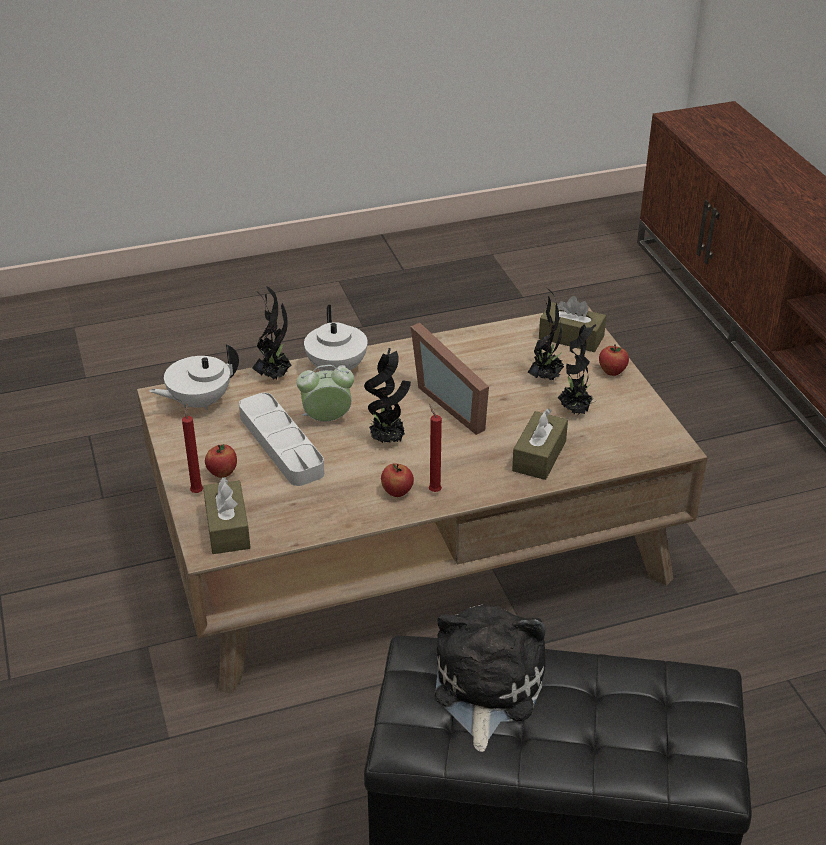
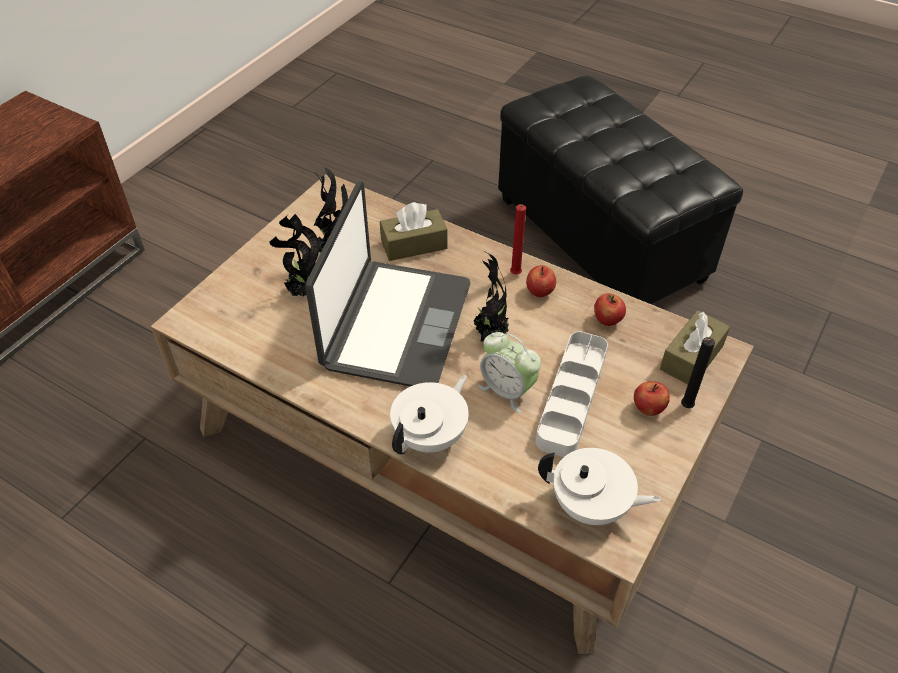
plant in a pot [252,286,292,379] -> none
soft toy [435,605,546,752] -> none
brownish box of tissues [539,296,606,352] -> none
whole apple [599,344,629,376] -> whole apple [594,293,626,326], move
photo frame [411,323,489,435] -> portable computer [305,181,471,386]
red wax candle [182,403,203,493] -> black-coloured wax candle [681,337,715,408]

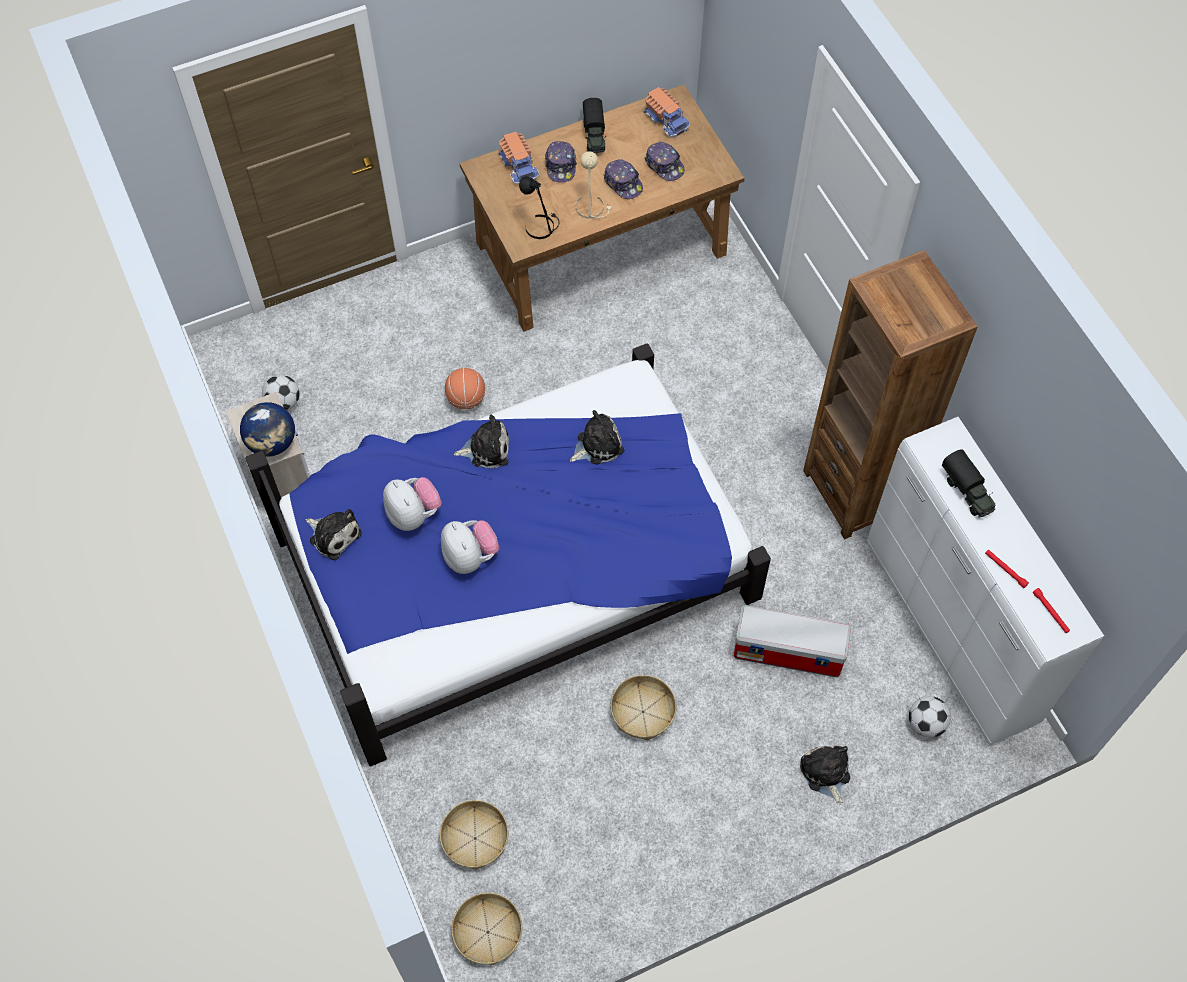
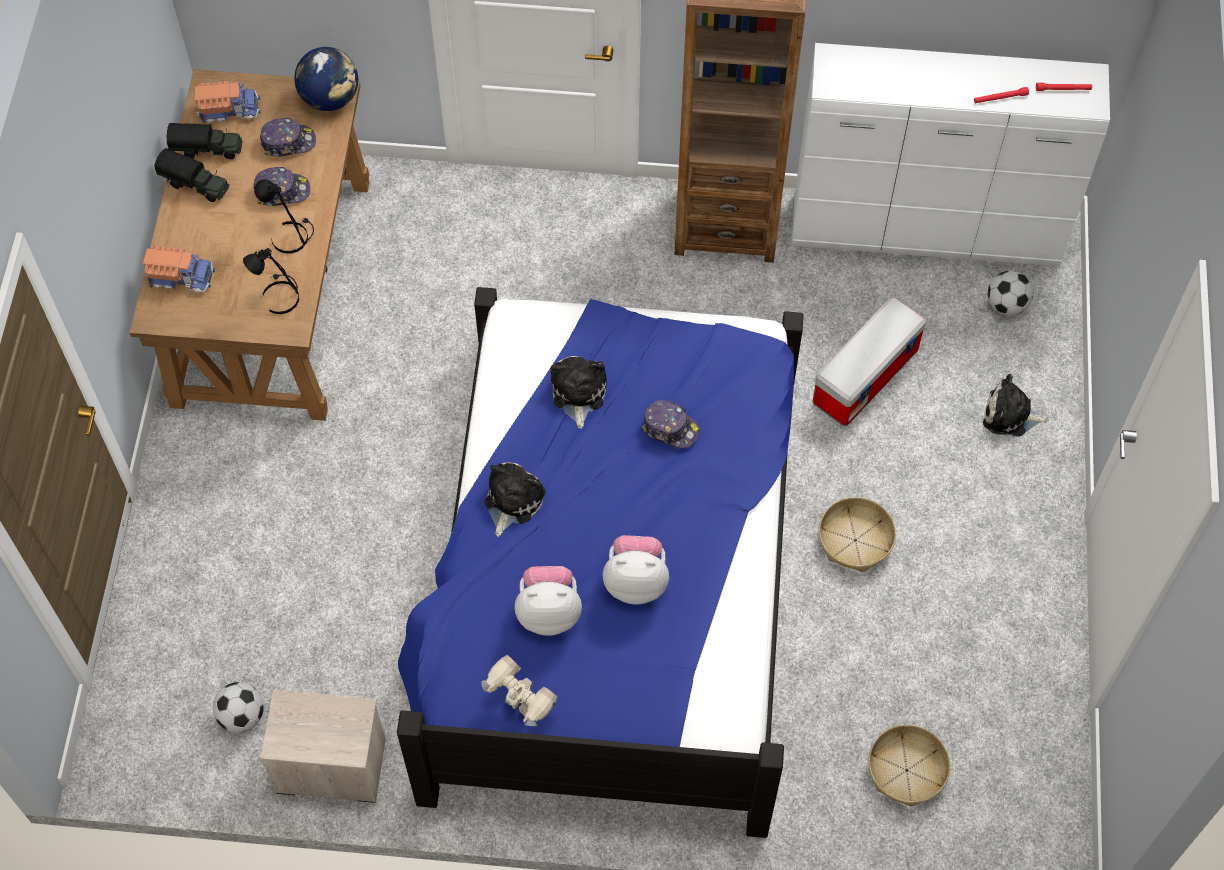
ball for basketball [445,368,485,409] -> none
storage basket [451,893,522,965] -> none
desk globe [240,402,295,457] -> desk globe [294,47,358,111], move
cap [545,141,577,182] -> cap [641,400,700,448], move
toy truck [942,449,996,517] -> toy truck [167,123,243,159], move
soft toy [306,509,362,560] -> robot figure [481,655,558,726]
beige table lamp [576,151,611,219] -> black-coloured table lamp [254,179,314,254]

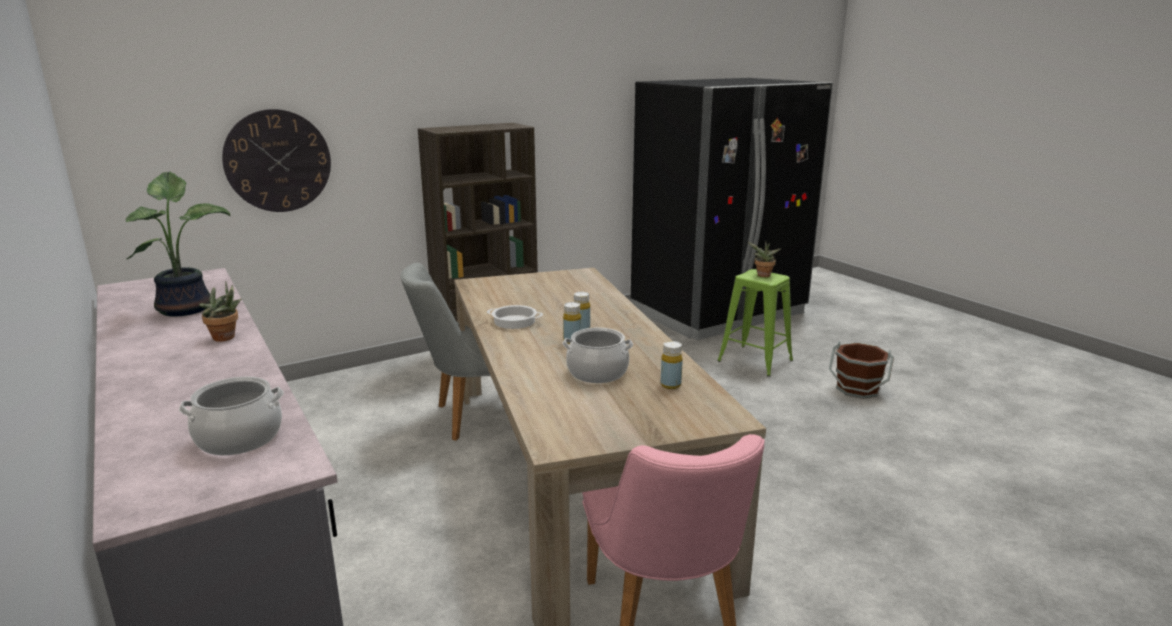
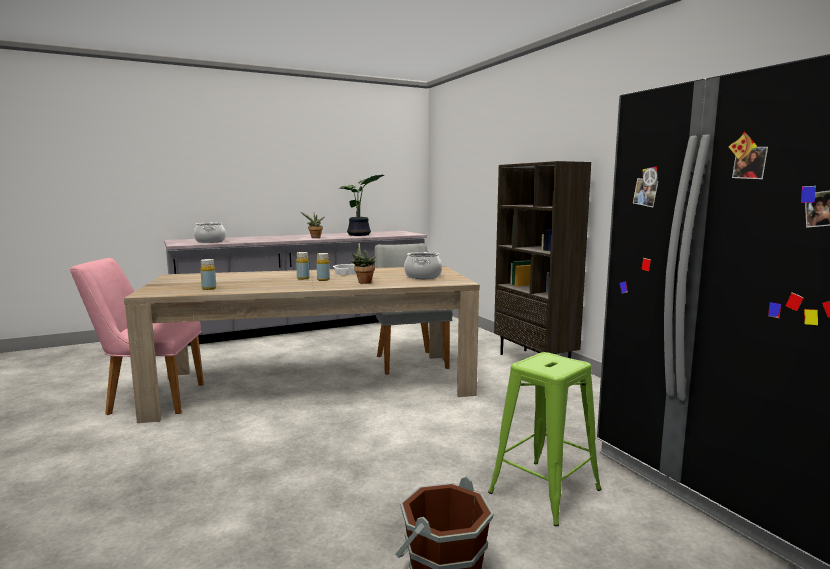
clock on the wall [222,109,331,212] -> none
saucepot [562,328,633,383] -> saucepot [404,252,442,279], move
plant in a pot [748,241,781,277] -> plant in a pot [350,243,375,284], move

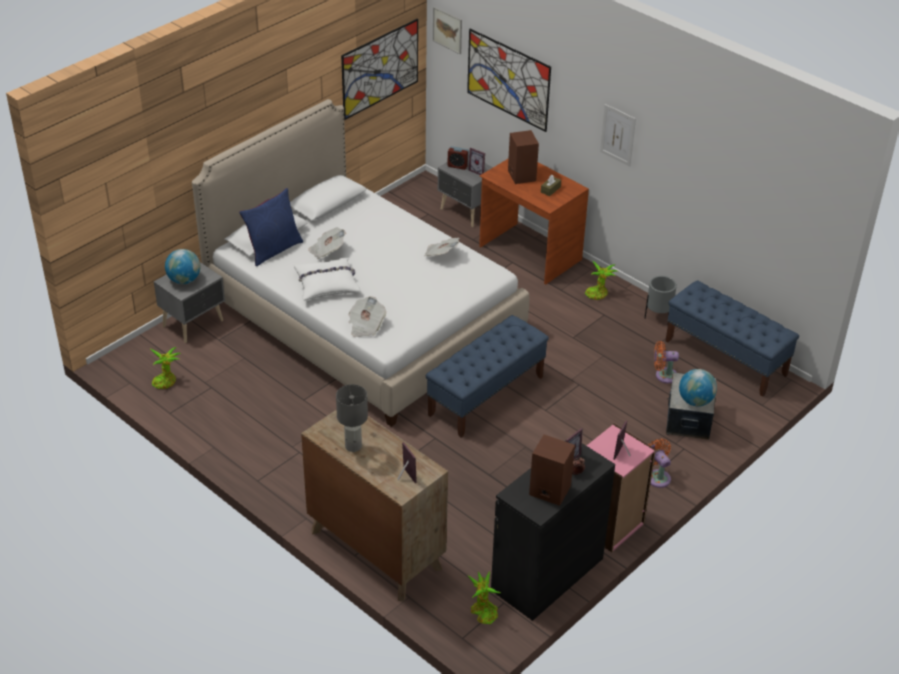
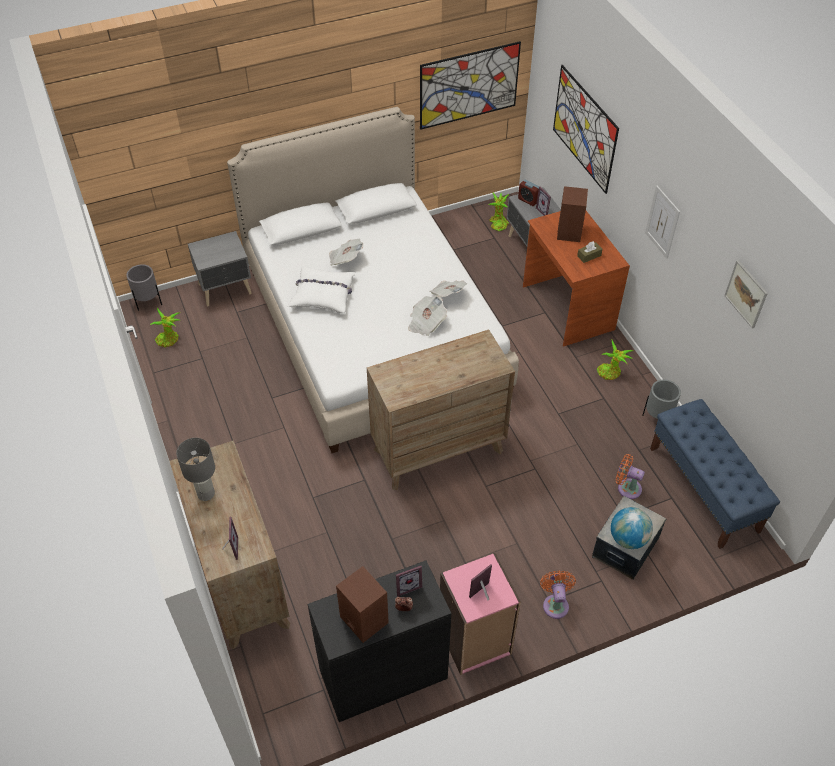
desk globe [165,249,201,284] -> none
blue throw pillow [239,188,303,266] -> none
none -> grey plant pot [126,264,162,311]
newspaper [349,296,386,337] -> newspaper [408,296,447,336], move
wall picture [433,7,462,54] -> wall picture [724,260,768,329], move
plant in a pot [468,571,500,624] -> plant in a pot [488,192,509,231], move
blue long seat [426,315,549,438] -> brownish chest of drawers [367,329,515,490]

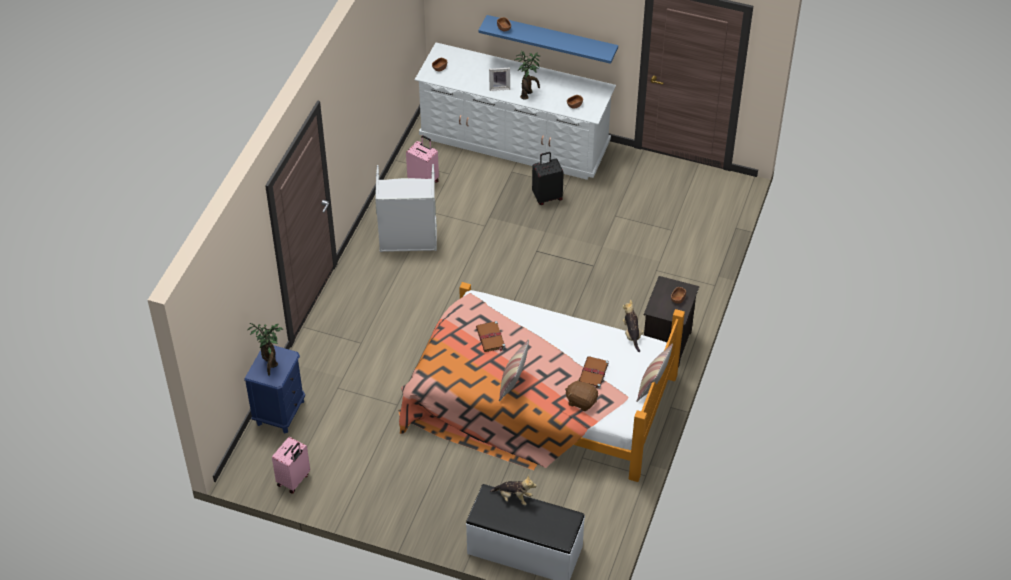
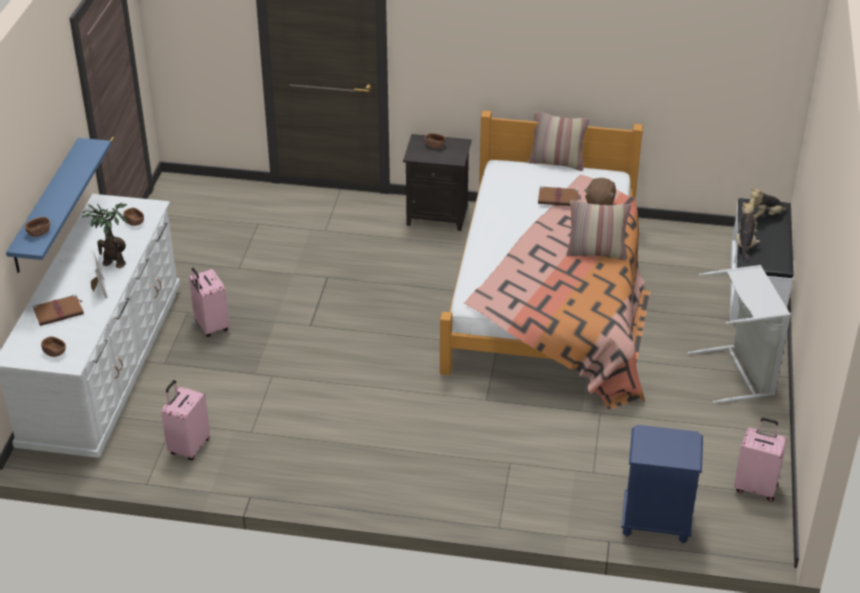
plant in a pot [248,323,283,376] -> none
grey hamper [375,164,437,252] -> grey hamper [688,265,791,403], move
brownish bound book [476,321,506,352] -> brownish bound book [33,294,84,326], move
soft toy [623,300,644,352] -> soft toy [749,188,788,218], move
black-coloured piece of luggage [532,152,564,205] -> pink-coloured piece of luggage [189,268,230,337]

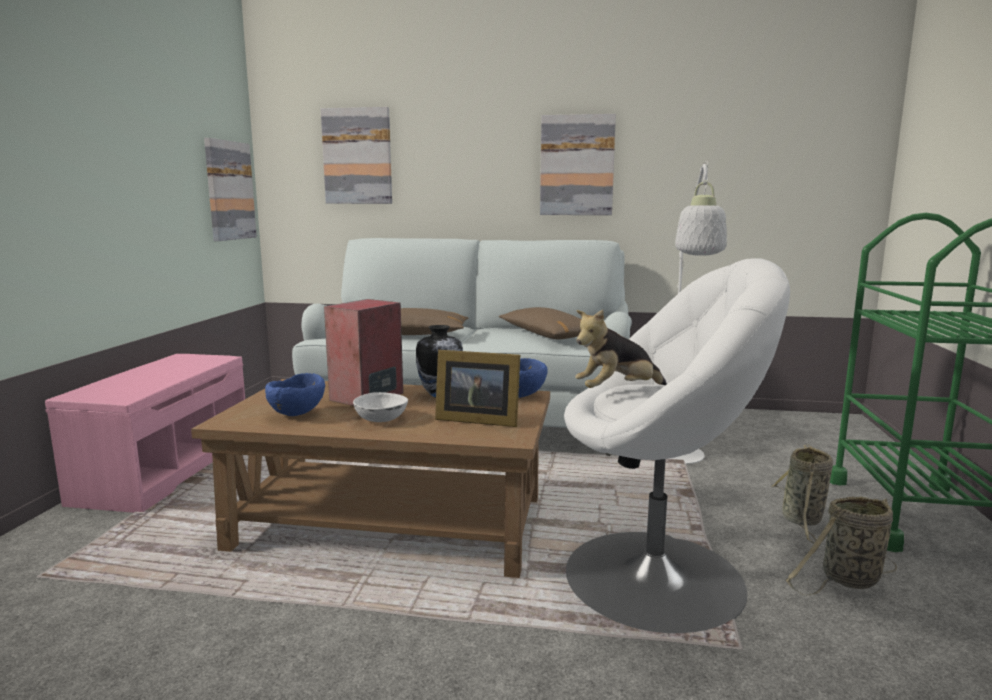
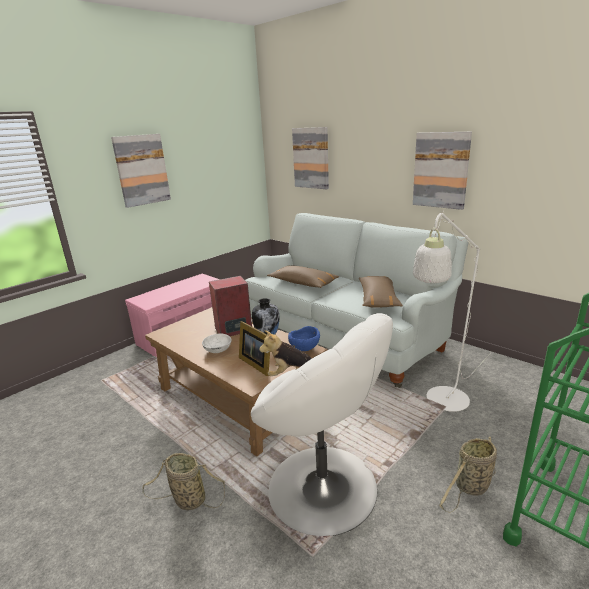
blue deep dish [265,373,325,416] -> none
wall picture [204,138,257,241] -> wall picture [111,134,171,208], move
storage basket [786,496,897,596] -> storage basket [143,453,225,510], move

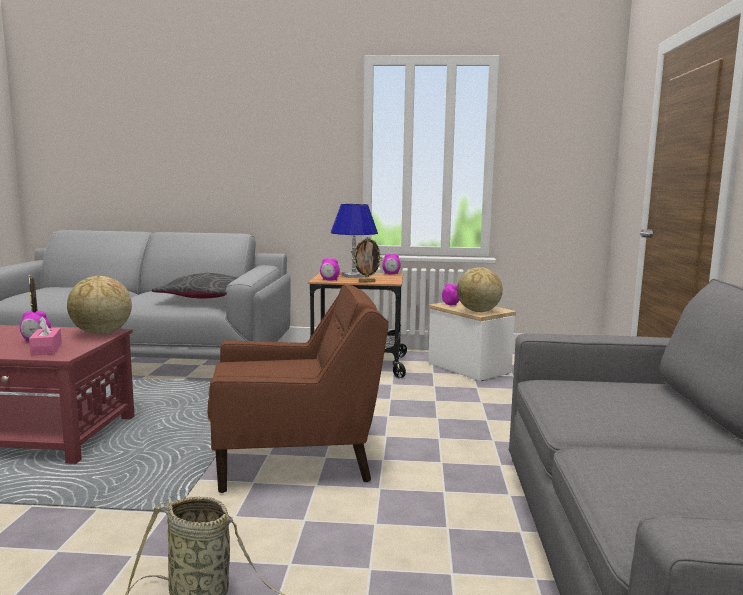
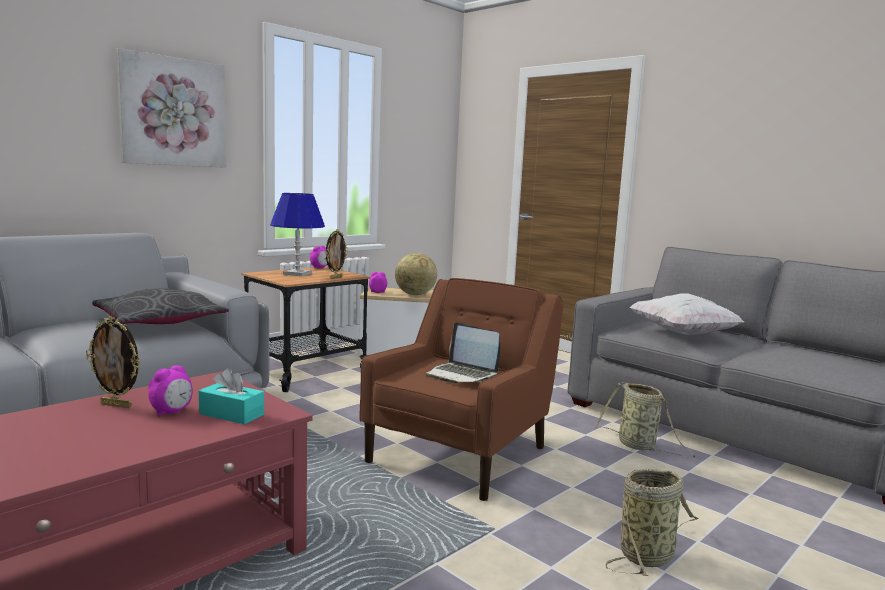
desk globe [67,276,132,334] -> none
table clock [320,258,340,281] -> none
none -> wall picture [116,48,226,168]
none -> portable computer [426,322,500,383]
none -> storage basket [595,382,695,458]
none -> whitish throw pillow [629,293,744,335]
pink-coloured box of tissues [29,317,62,355] -> blue-green box of tissues [199,368,264,425]

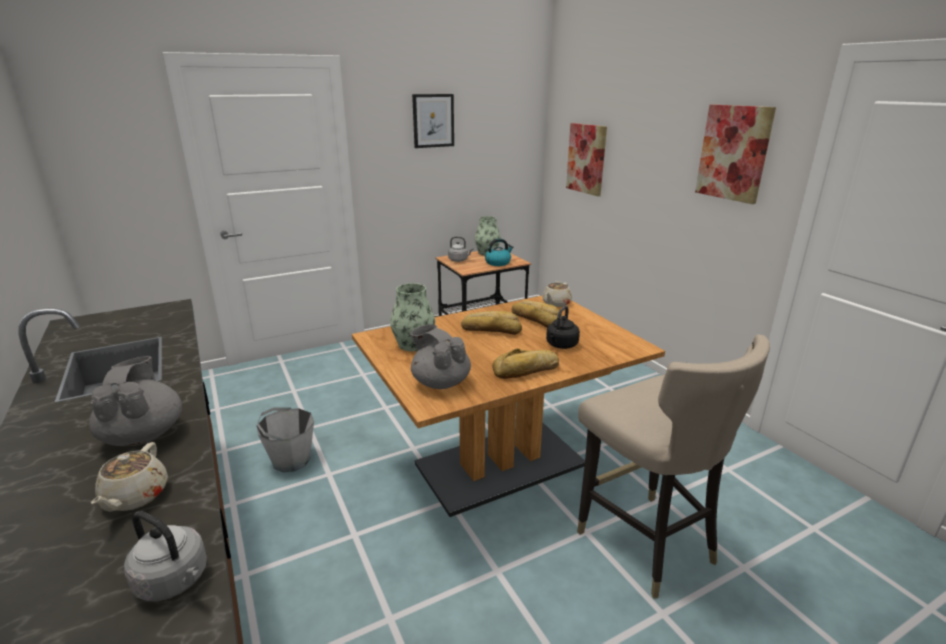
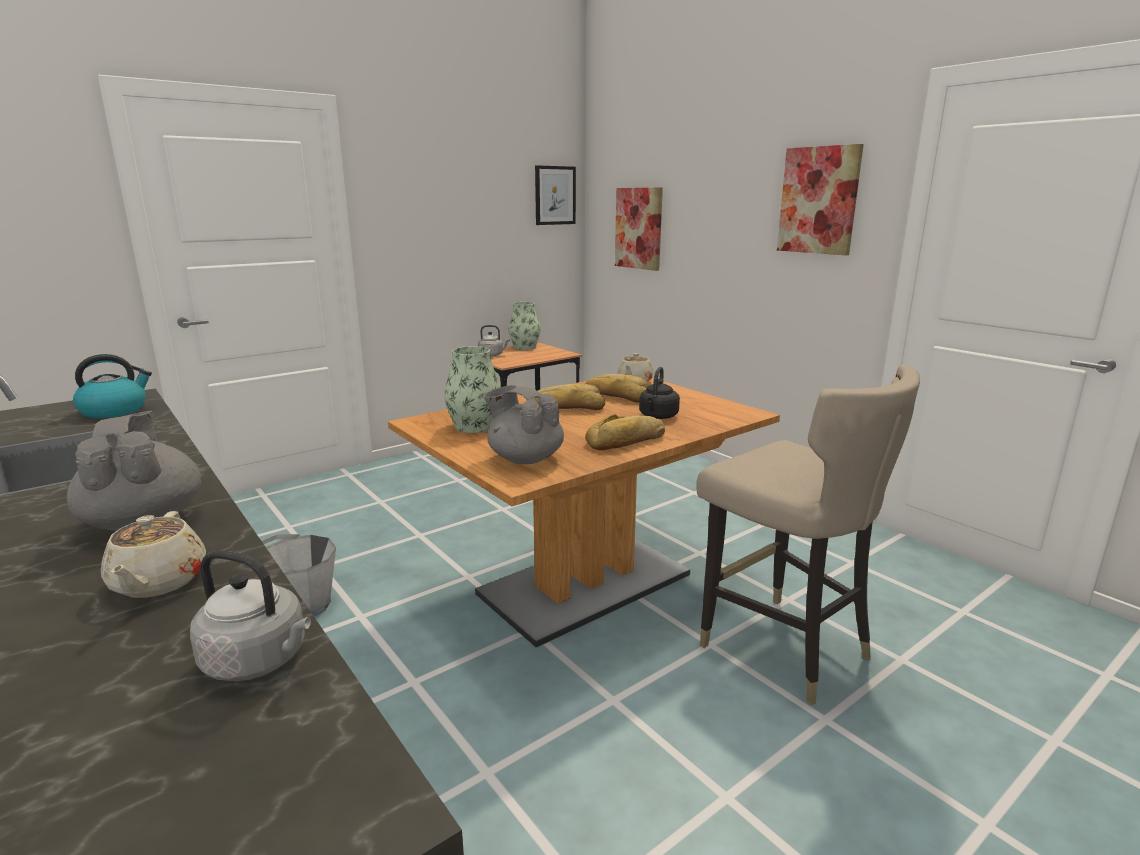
wall picture [412,94,454,148] -> wall picture [535,165,576,225], move
water kettle [485,238,513,266] -> water kettle [73,354,152,418], move

